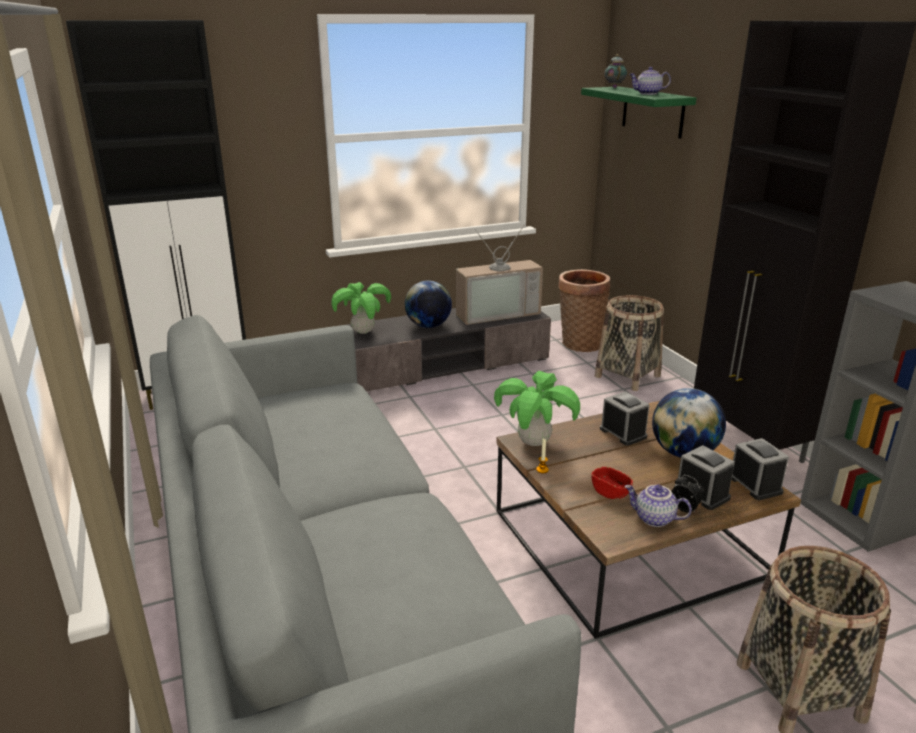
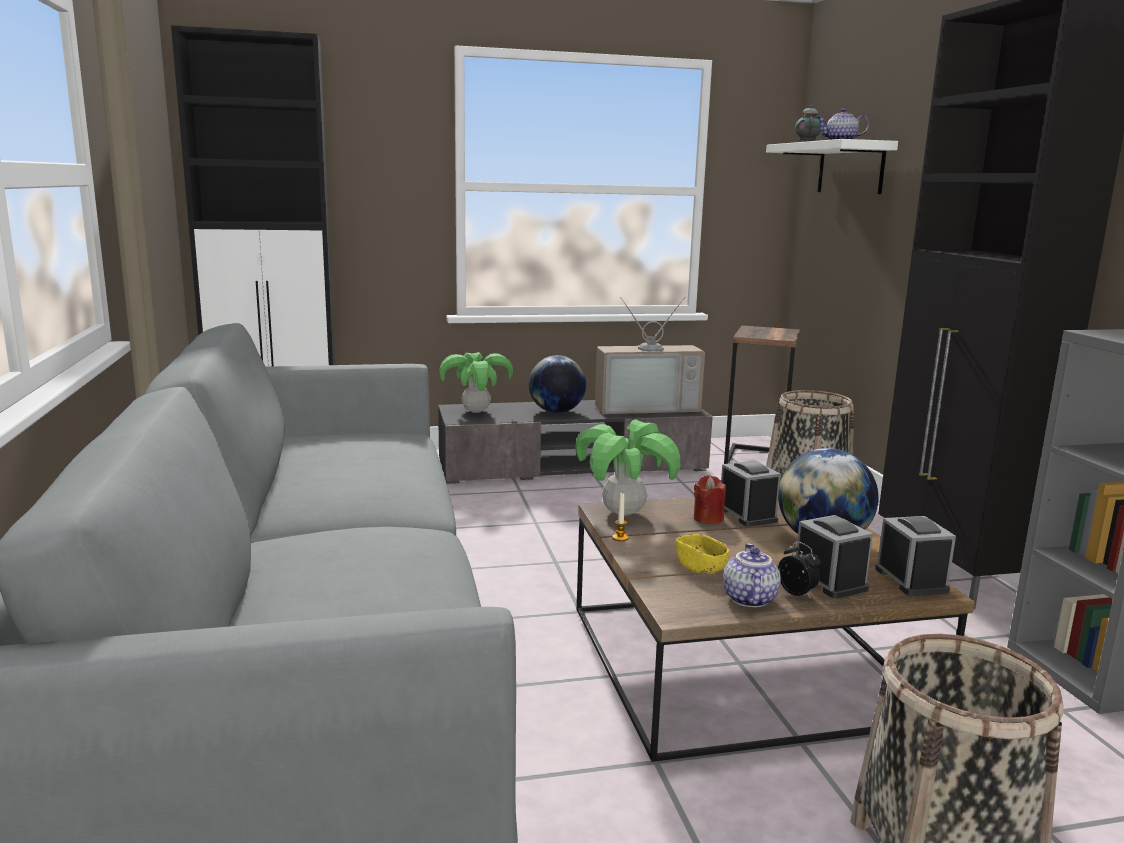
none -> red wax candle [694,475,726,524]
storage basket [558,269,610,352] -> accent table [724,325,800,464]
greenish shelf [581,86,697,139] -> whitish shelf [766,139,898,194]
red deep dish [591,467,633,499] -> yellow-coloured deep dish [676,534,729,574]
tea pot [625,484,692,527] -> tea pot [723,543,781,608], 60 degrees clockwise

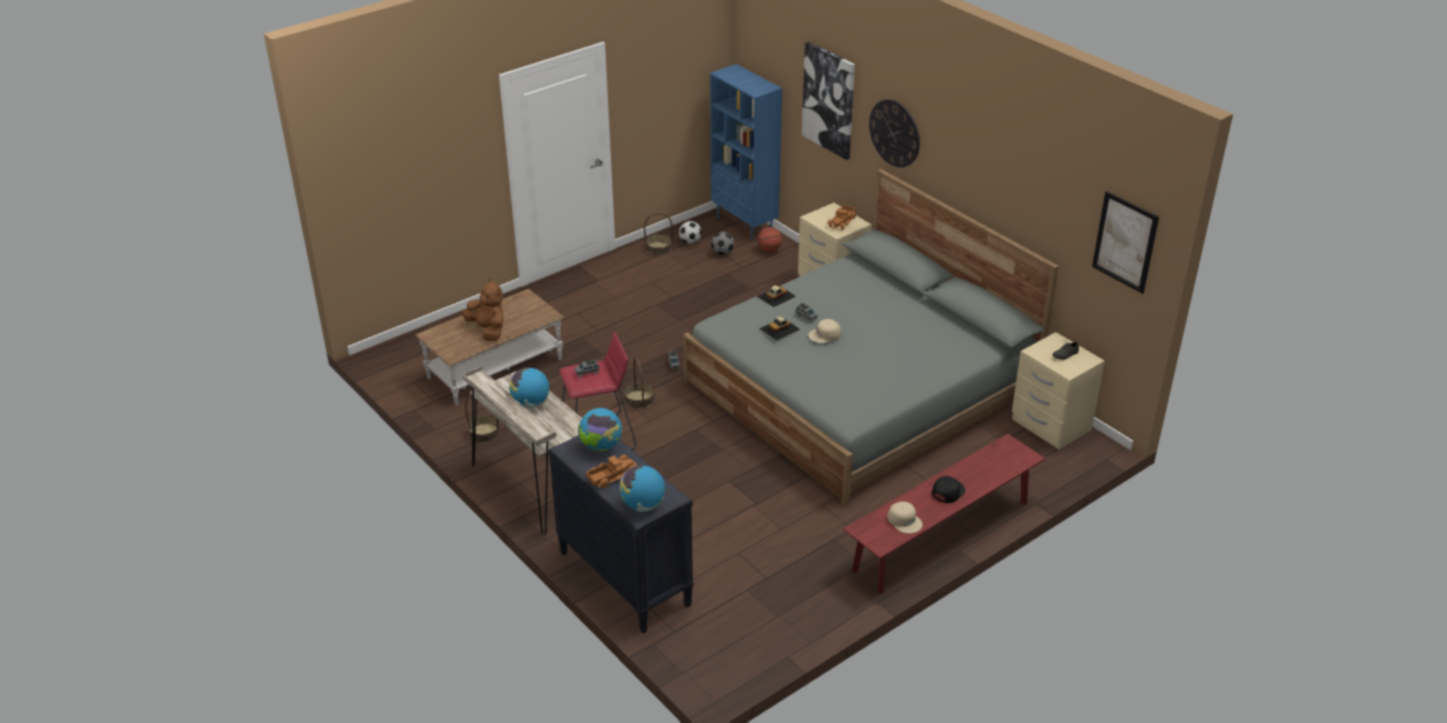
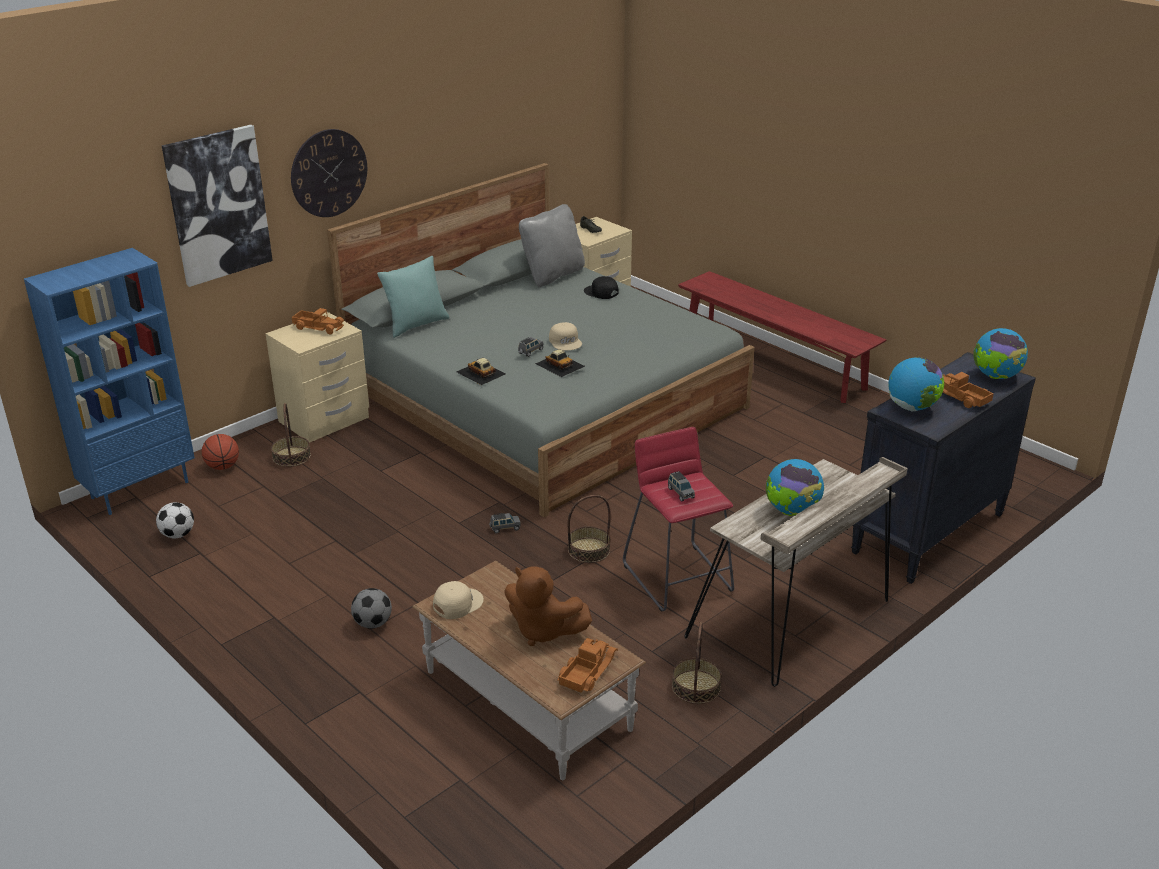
wall picture [1092,191,1159,294] -> none
none -> blue-green throw pillow [377,256,449,338]
none -> grey throw pillow [519,204,585,288]
none -> toy truck [557,638,618,693]
storage basket [644,213,673,256] -> storage basket [271,403,311,467], move
football [711,232,734,255] -> football [351,588,392,629], move
beige cap [888,502,923,533] -> beige cap [433,581,484,619], move
black-coloured cap [932,476,965,503] -> black-coloured cap [584,276,619,299], move
brownish soft toy [462,279,504,341] -> brownish soft toy [504,567,592,646], 105 degrees counterclockwise

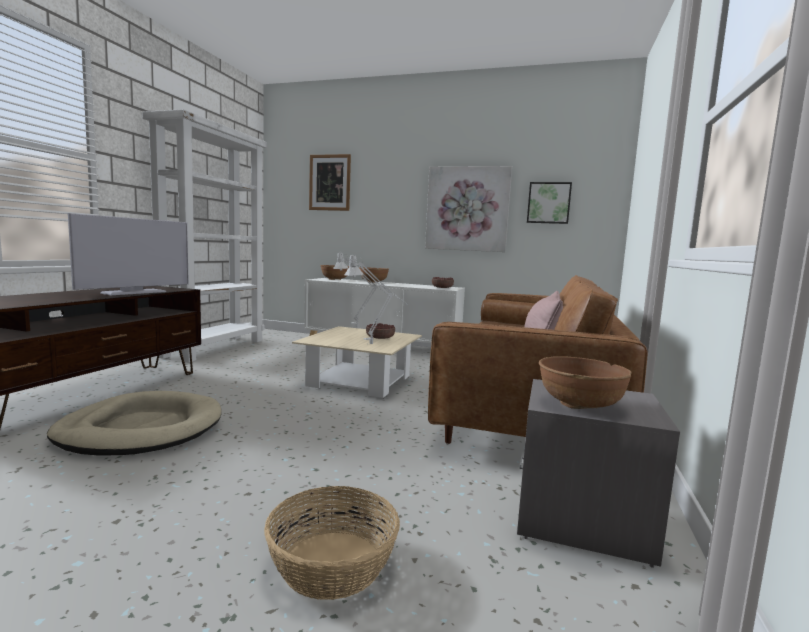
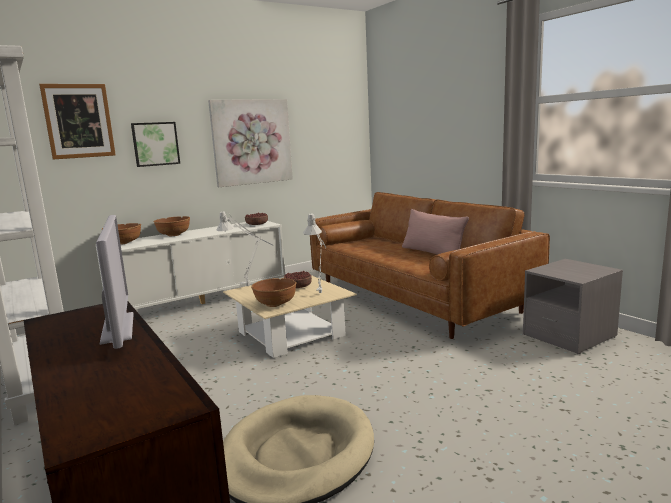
storage basket [264,486,400,600] -> none
wall picture [527,182,572,224] -> wall picture [131,122,180,167], move
brownish deep dish [539,356,632,409] -> brownish deep dish [251,278,297,307], move

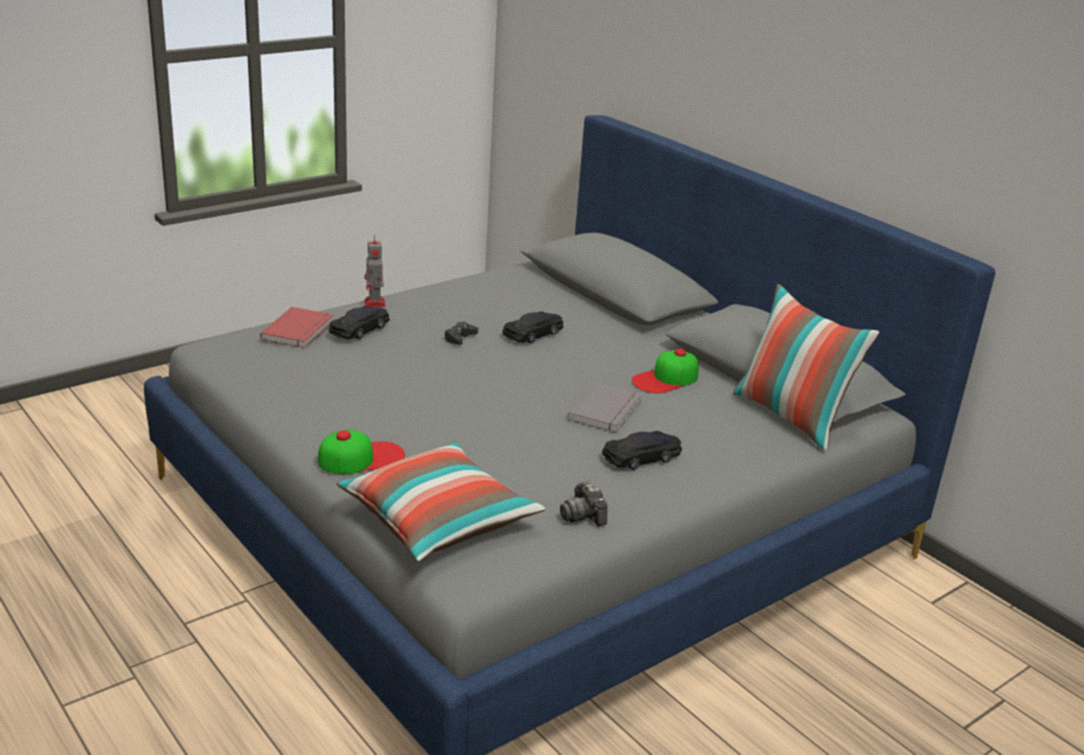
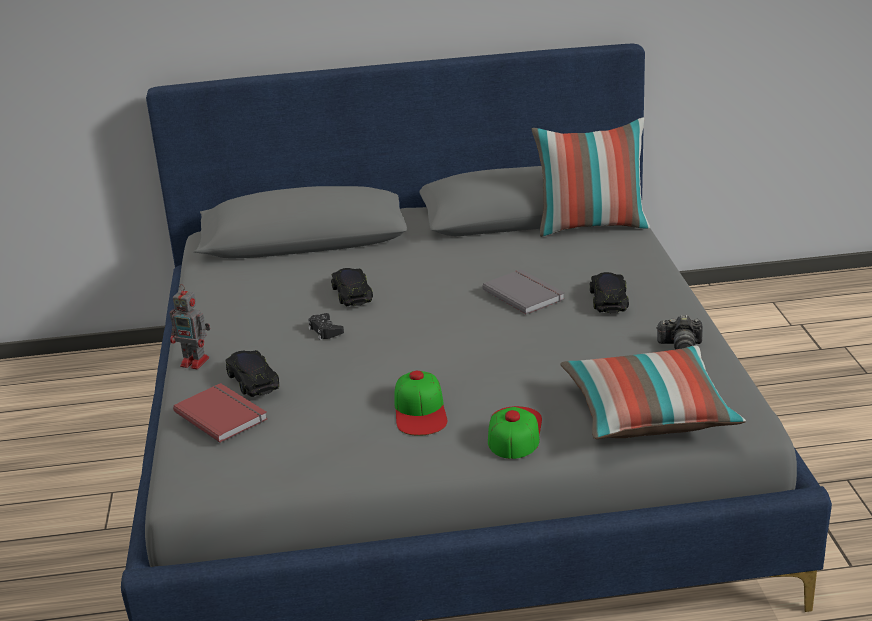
cap [632,349,699,393] -> cap [394,371,447,436], move

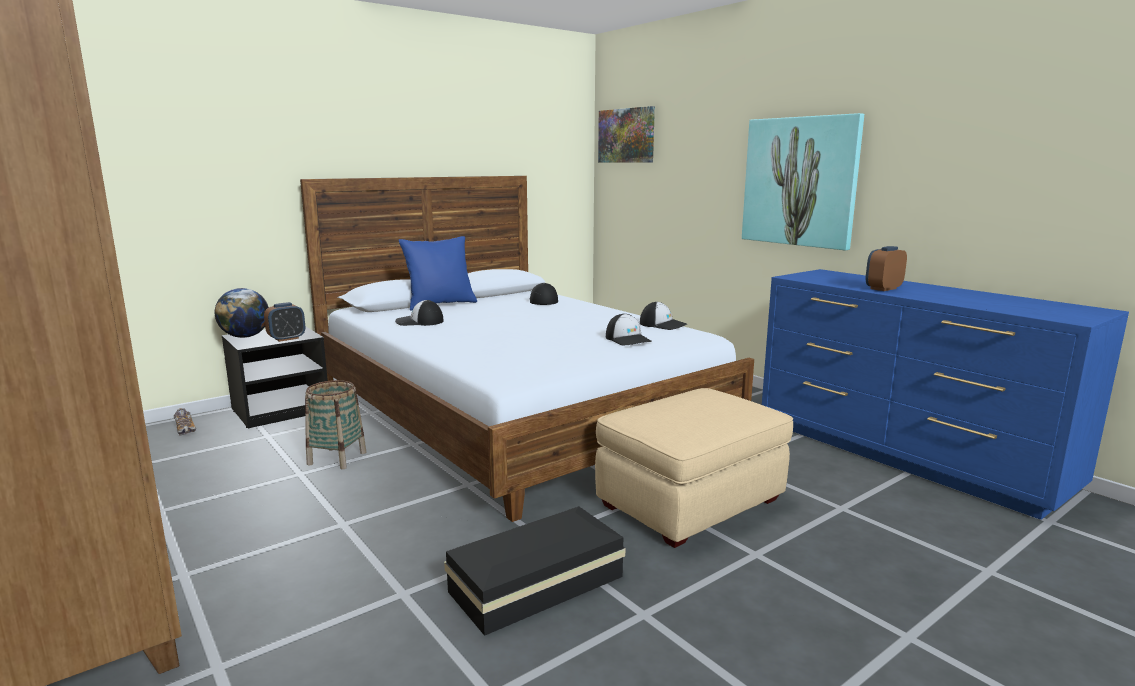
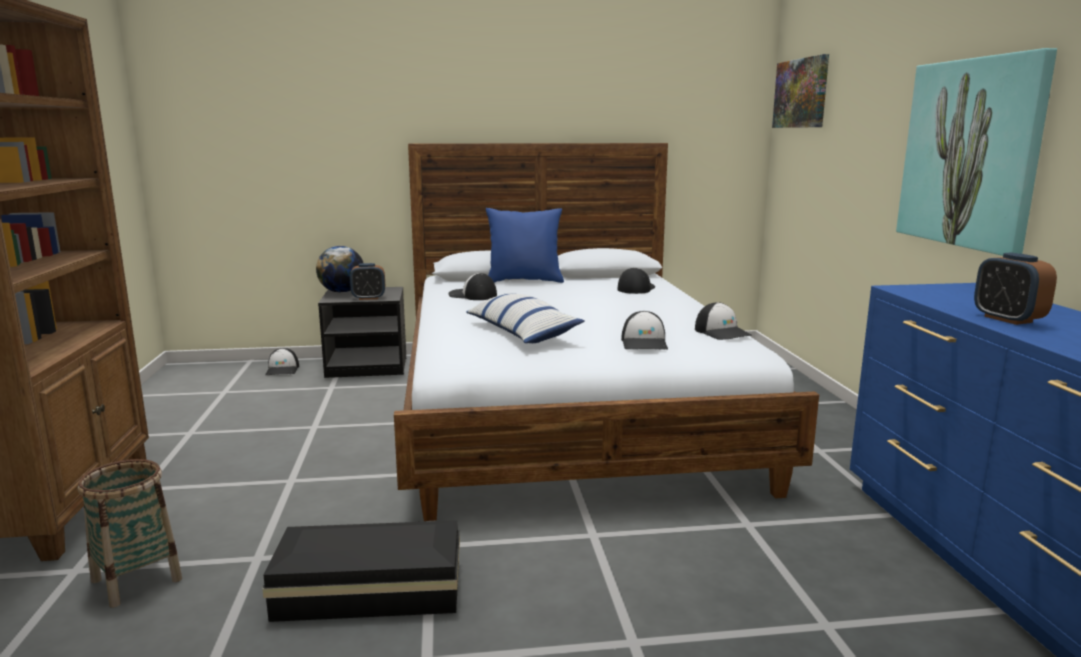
beige pouffe [595,388,793,548] -> none
none -> throw pillow [466,293,585,343]
storage basket [305,380,366,469] -> storage basket [77,459,182,608], move
low shoe [174,408,196,436] -> cap [265,348,299,375]
table clock [866,246,907,291] -> table clock [974,252,1057,325], 105 degrees counterclockwise

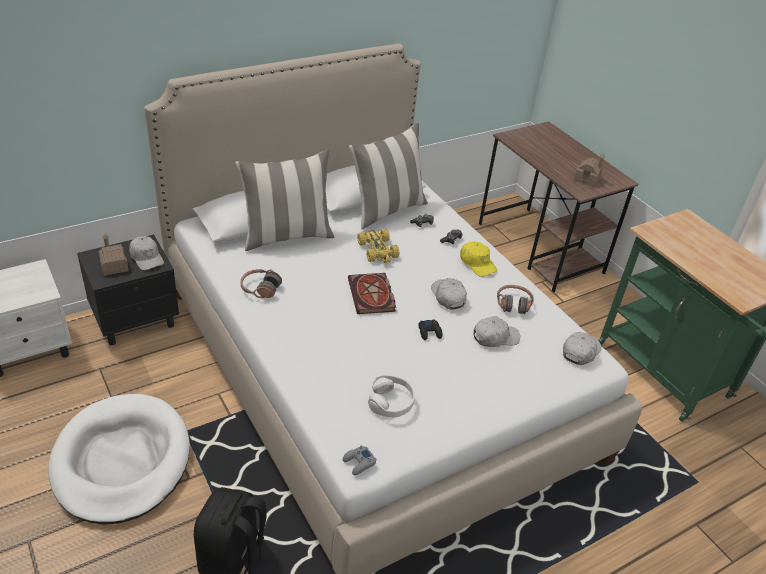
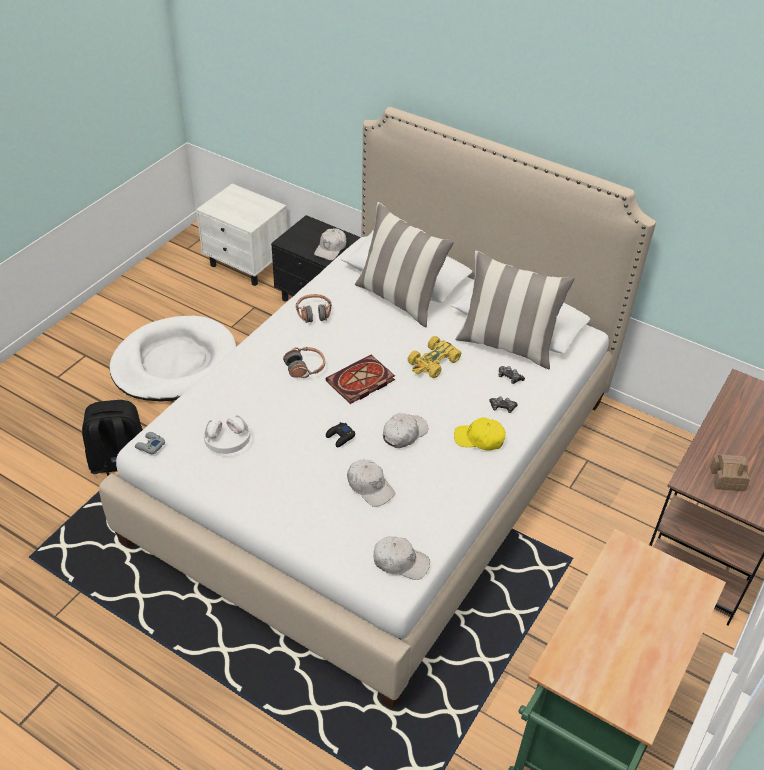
model house [99,234,129,276] -> none
pair of headphones [497,285,534,315] -> pair of headphones [283,347,325,378], move
yellow-coloured cap [460,241,498,277] -> yellow-coloured cap [454,417,506,451], 75 degrees clockwise

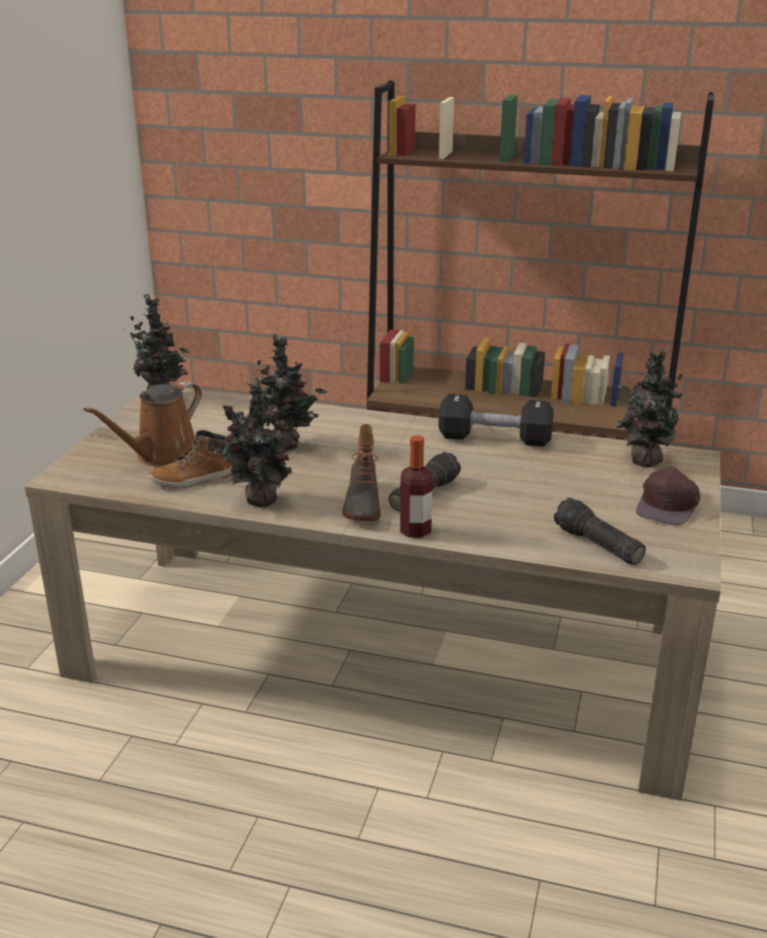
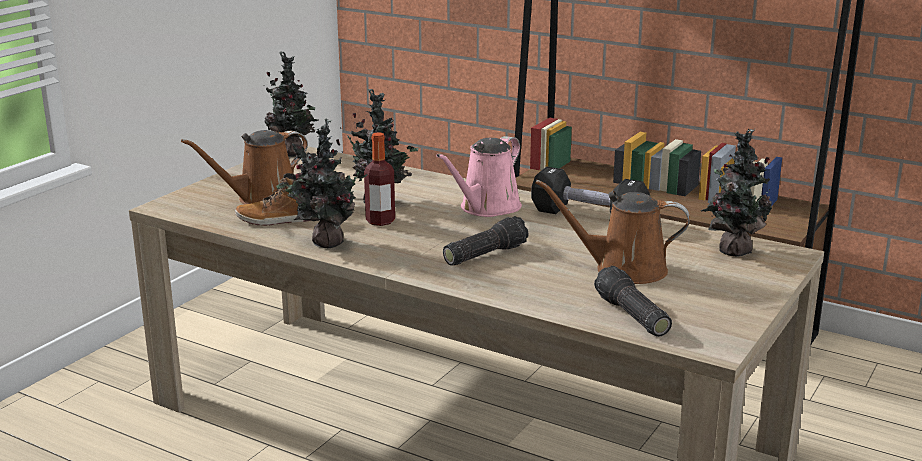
high-top boot [343,424,381,521] -> none
brownish cap [636,466,700,525] -> none
none -> pink-coloured sprinkling can [436,136,522,217]
none -> brownish sprinkling can [535,180,690,284]
beverage bottle [400,435,432,538] -> beverage bottle [364,132,395,226], move

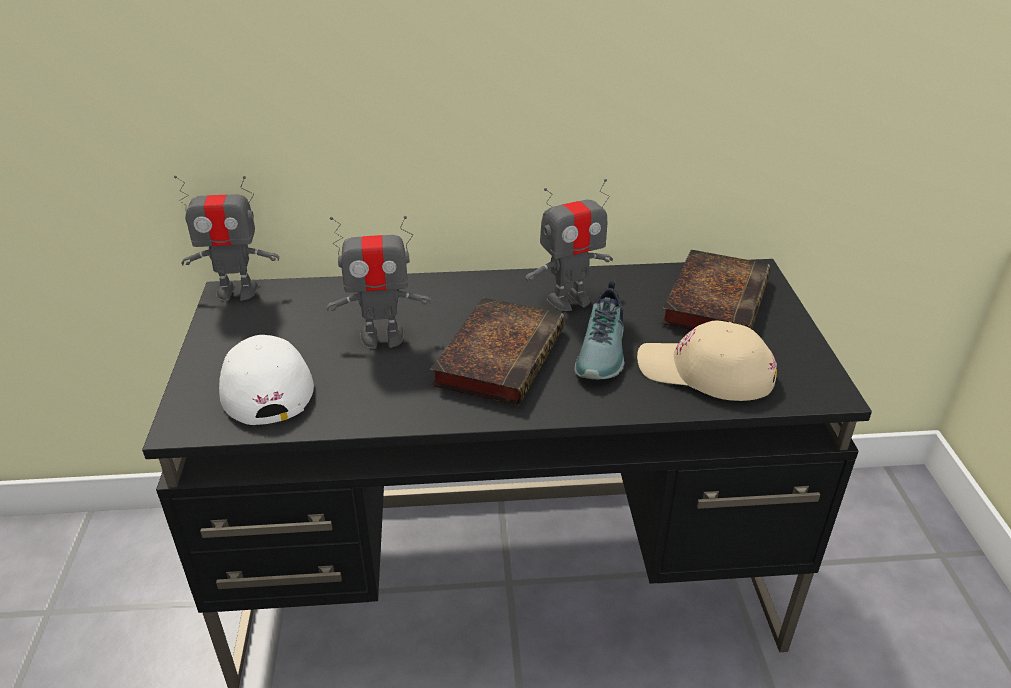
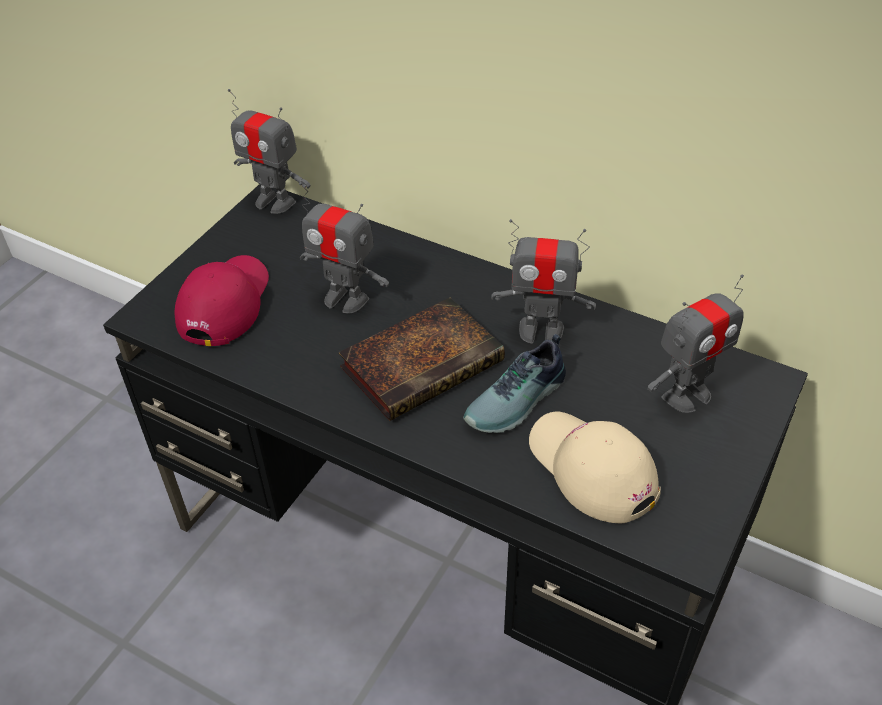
bound book [661,250,771,330] -> robot figure [648,274,744,413]
whitish cap [219,335,314,425] -> red cap [175,255,269,346]

